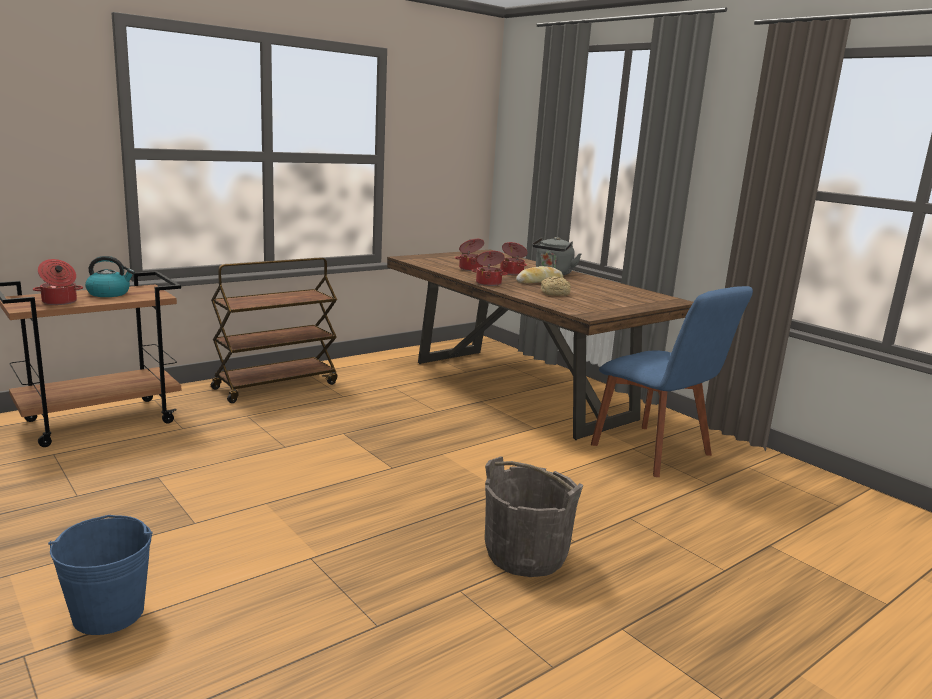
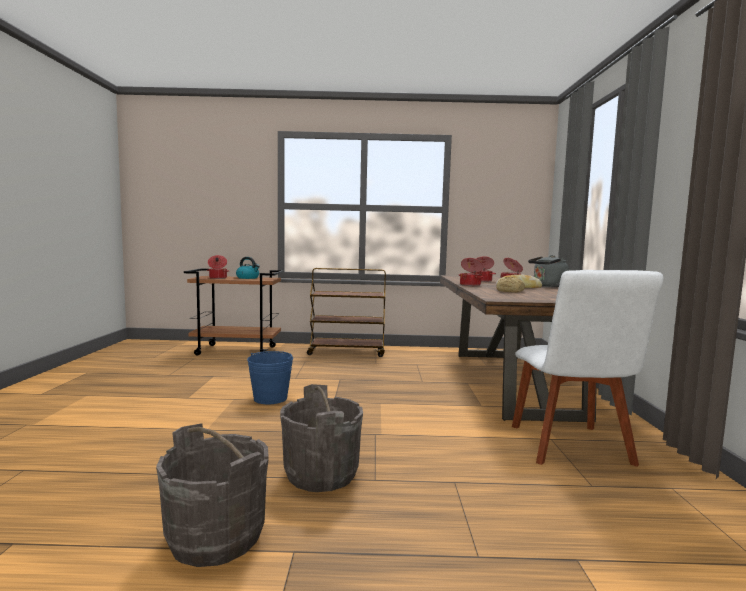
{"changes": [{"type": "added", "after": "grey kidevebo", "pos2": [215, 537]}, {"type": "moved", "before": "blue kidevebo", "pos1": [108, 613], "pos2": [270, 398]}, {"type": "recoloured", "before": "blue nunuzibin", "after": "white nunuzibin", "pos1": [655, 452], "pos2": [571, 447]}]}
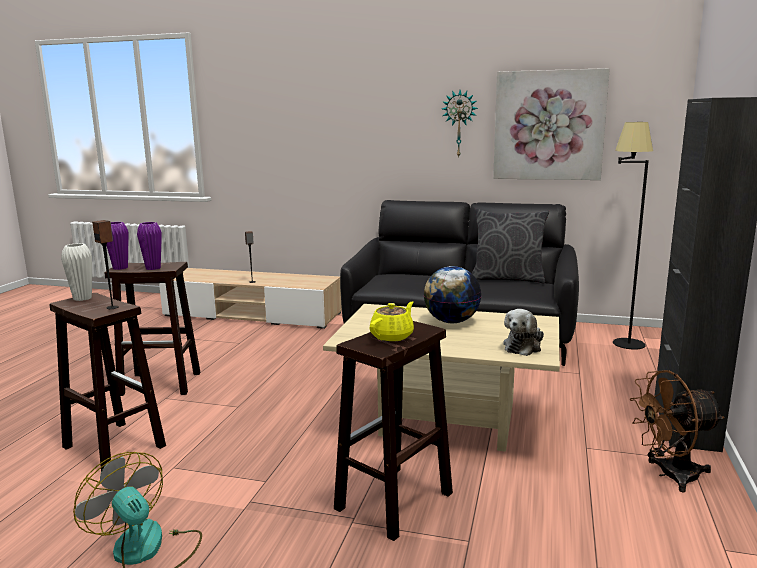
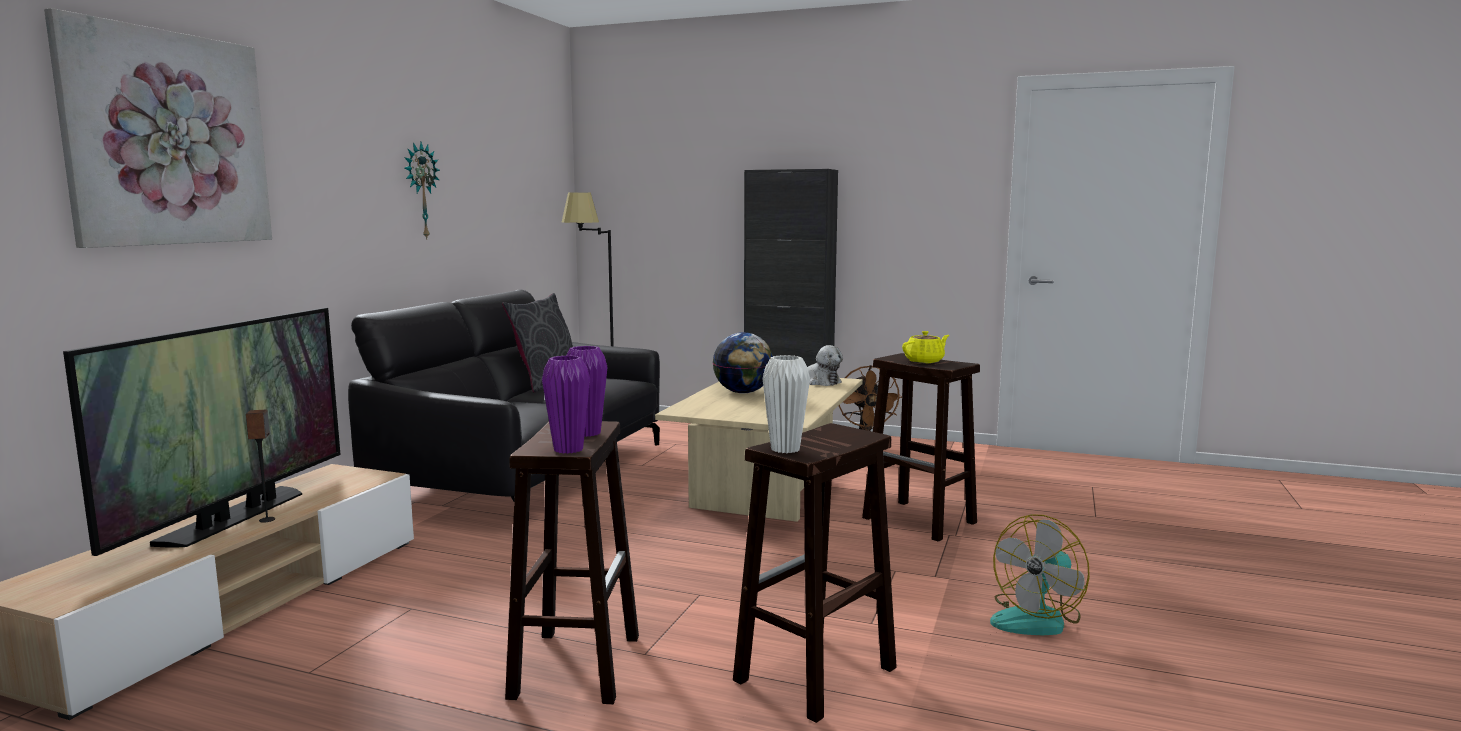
{"changes": [{"type": "removed", "before": "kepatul", "pos1": [112, 307]}, {"type": "added", "after": "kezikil", "pos2": [235, 517]}, {"type": "moved", "before": "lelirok", "pos1": [548, 125], "pos2": [168, 139]}, {"type": "turned", "before": "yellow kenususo", "pos1": [392, 336], "pos2": [925, 361], "turn": 105}]}
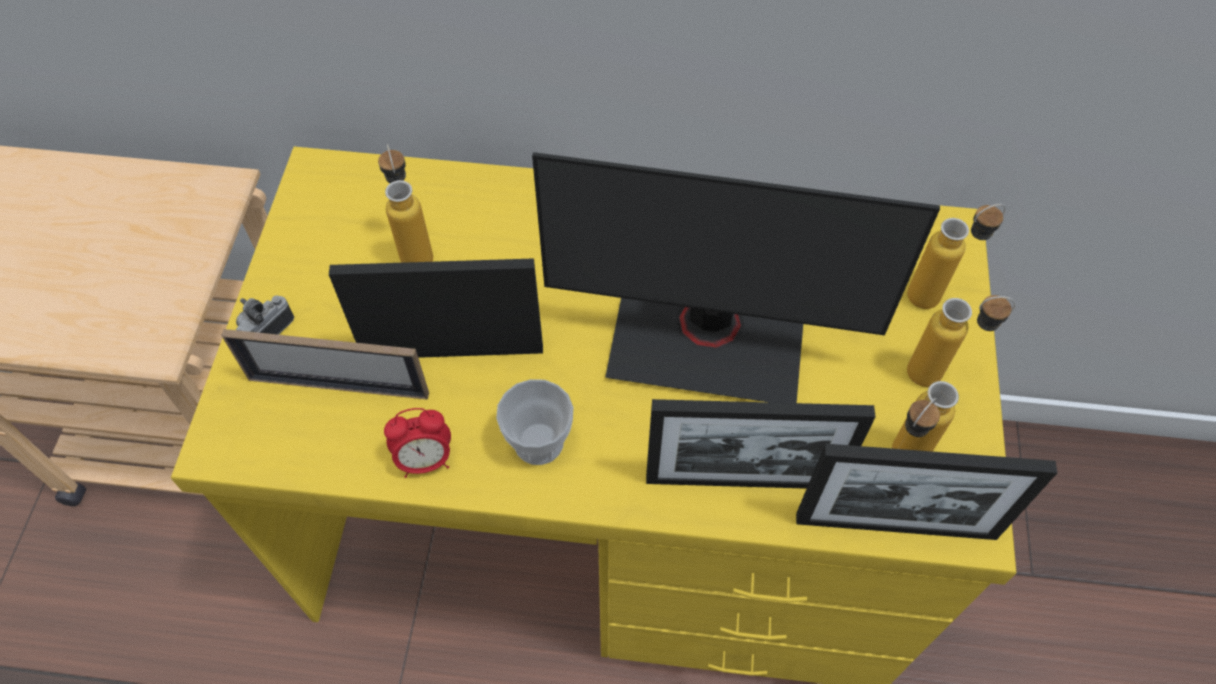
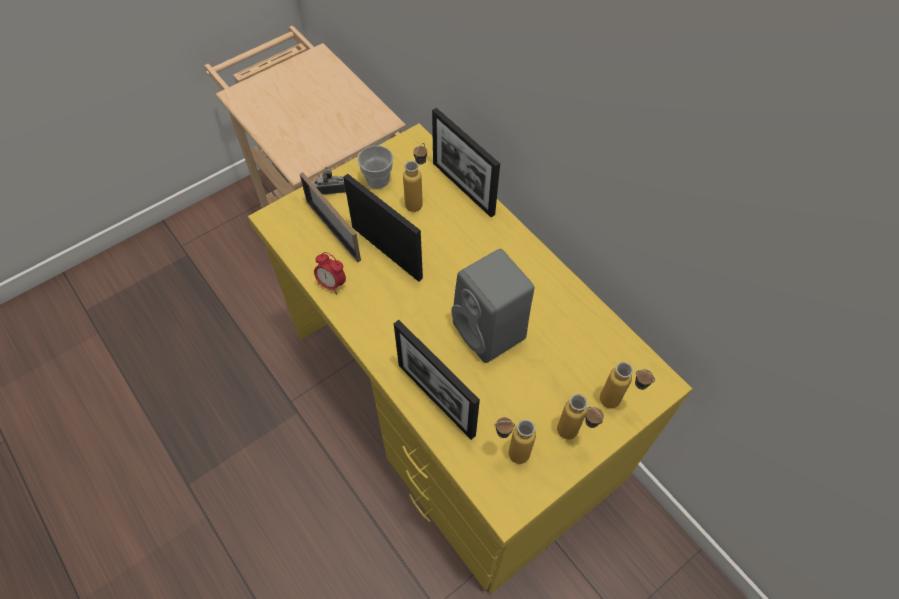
{"changes": [{"type": "moved", "before": "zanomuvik", "pos1": [538, 442], "pos2": [377, 179]}, {"type": "moved", "before": "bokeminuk", "pos1": [895, 526], "pos2": [463, 188]}, {"type": "replaced", "before": "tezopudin", "after": "grey kepatul", "pos1": [707, 337], "pos2": [491, 332]}]}
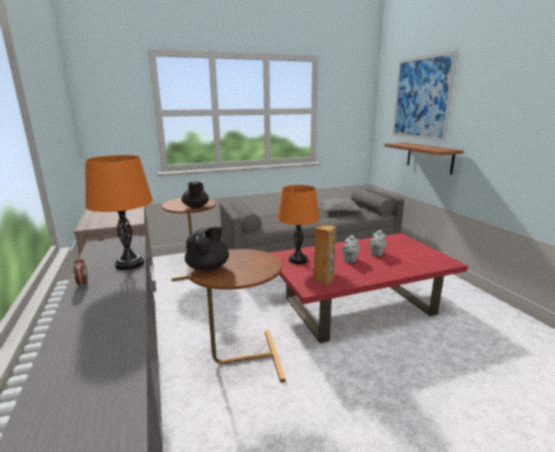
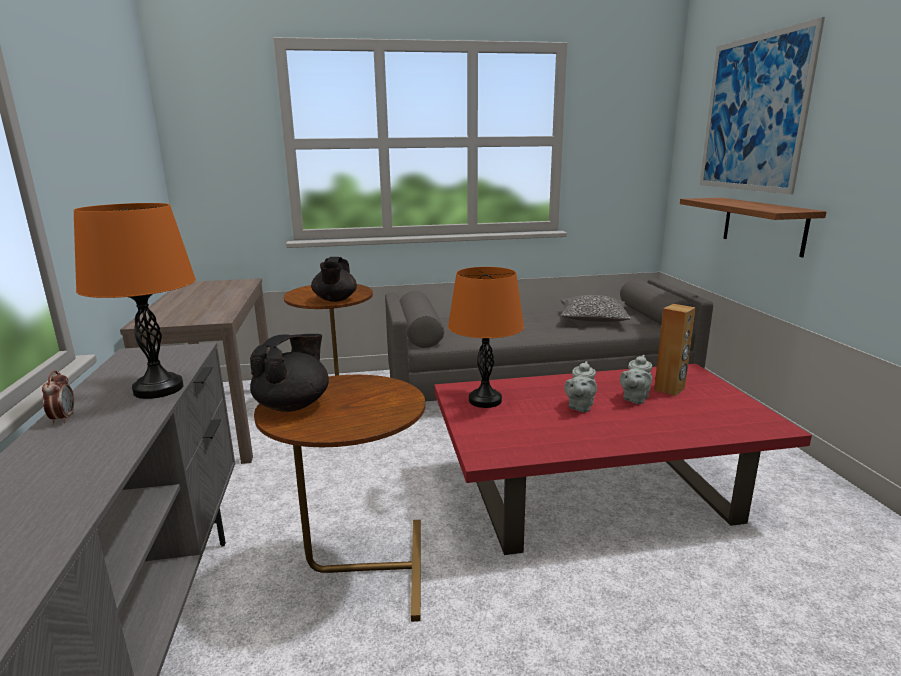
{"changes": [{"type": "moved", "before": "brown kepatul", "pos1": [324, 280], "pos2": [670, 389]}]}
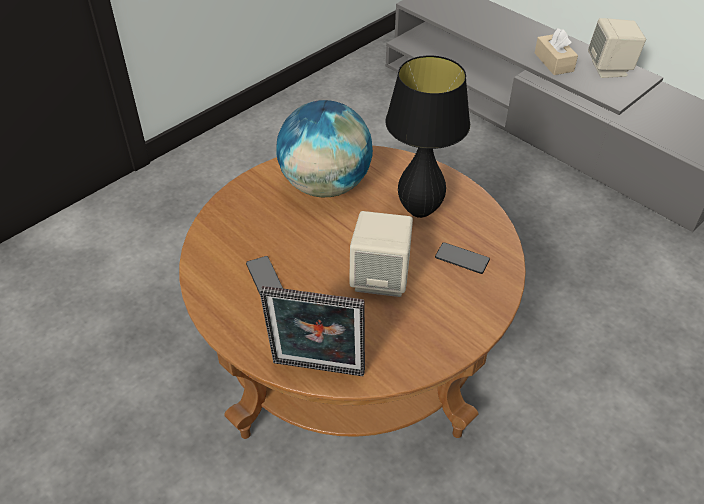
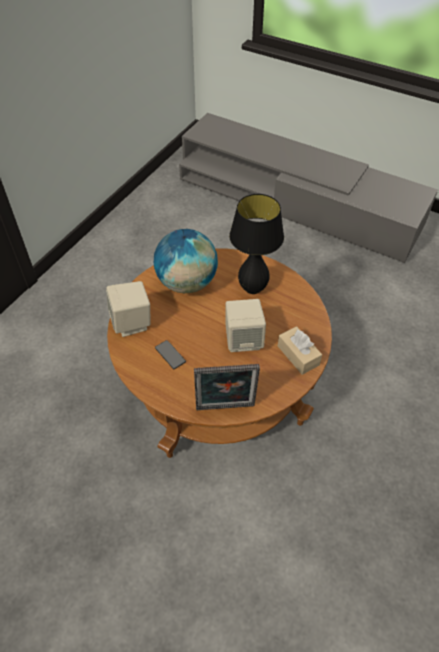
{"changes": [{"type": "removed", "before": "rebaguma", "pos1": [462, 259]}, {"type": "moved", "before": "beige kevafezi", "pos1": [554, 62], "pos2": [298, 355]}, {"type": "moved", "before": "beige kepatul", "pos1": [610, 69], "pos2": [132, 323]}]}
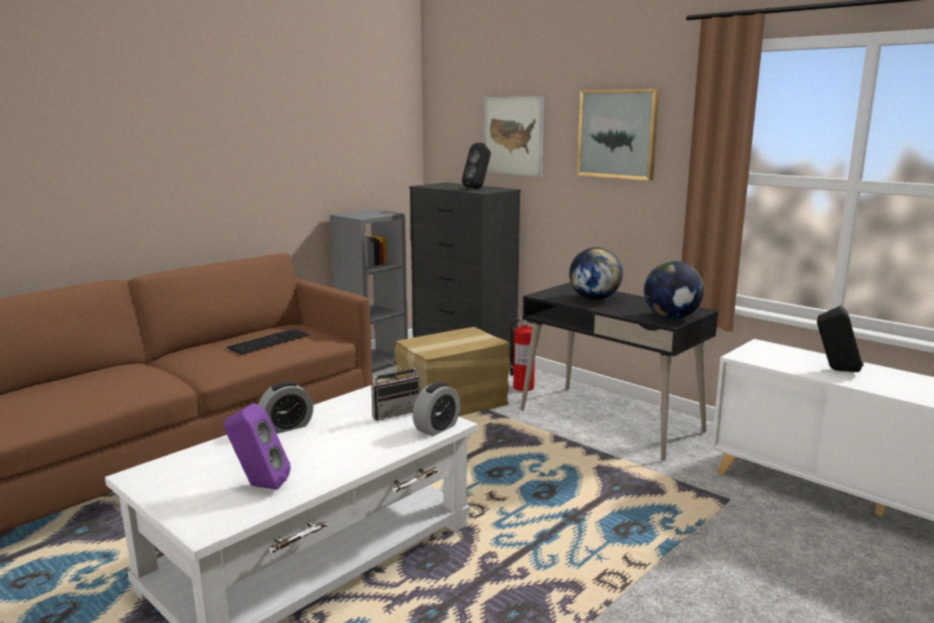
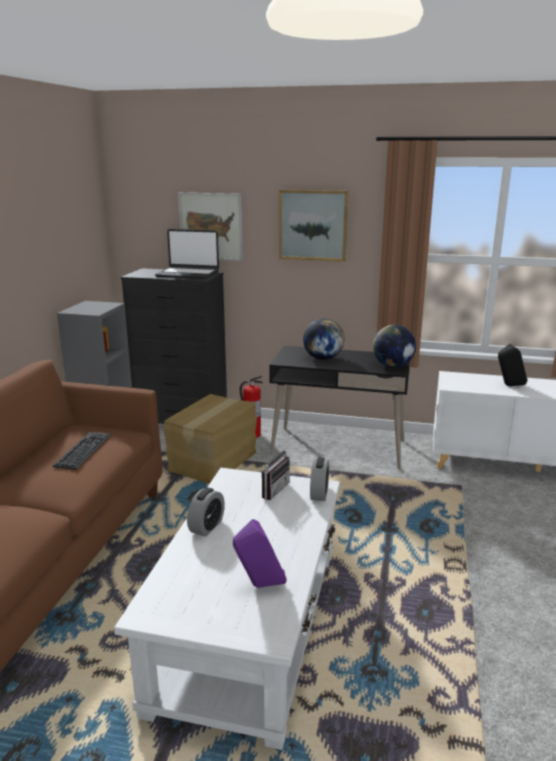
{"changes": [{"type": "replaced", "before": "black kepatul", "after": "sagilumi", "pos1": [478, 188], "pos2": [188, 274]}]}
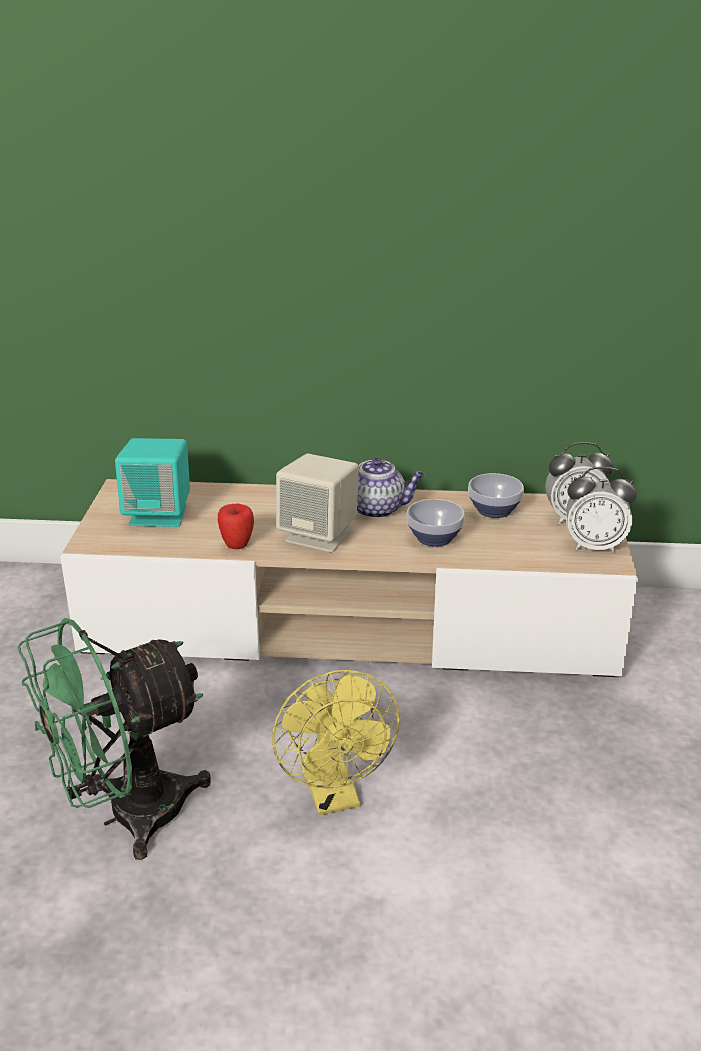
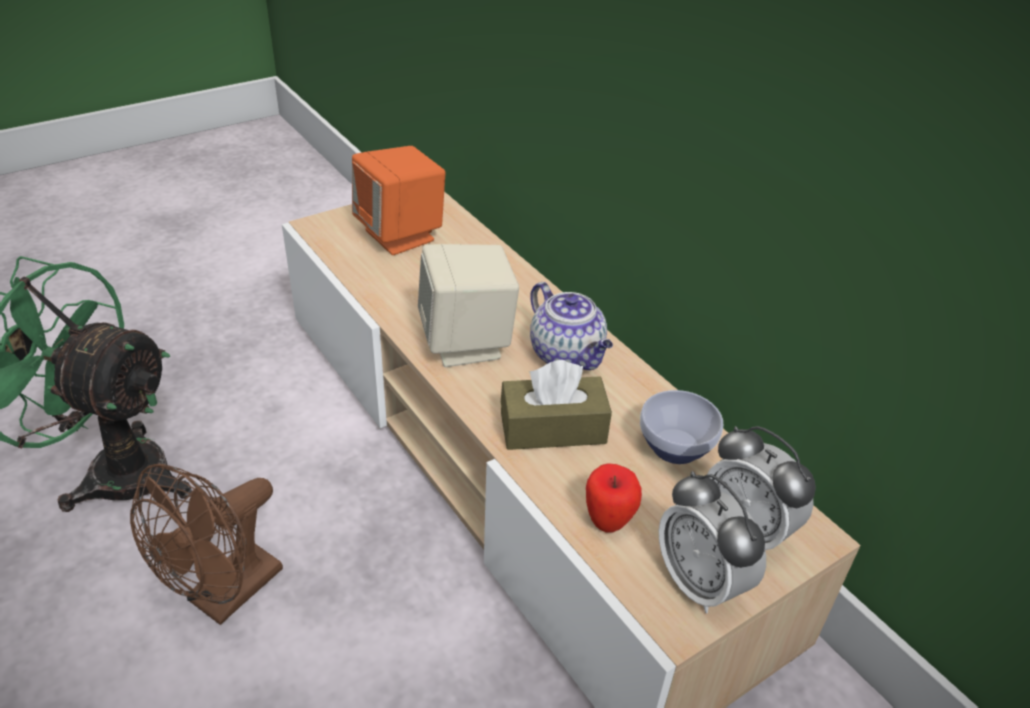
{"changes": [{"type": "moved", "before": "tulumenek", "pos1": [237, 545], "pos2": [608, 521]}, {"type": "replaced", "before": "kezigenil", "after": "brown kevafezi", "pos1": [435, 539], "pos2": [553, 428]}, {"type": "recoloured", "before": "turquoise kepatul", "after": "orange kepatul", "pos1": [159, 515], "pos2": [401, 235]}, {"type": "recoloured", "before": "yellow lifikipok", "after": "brown lifikipok", "pos1": [334, 796], "pos2": [225, 596]}]}
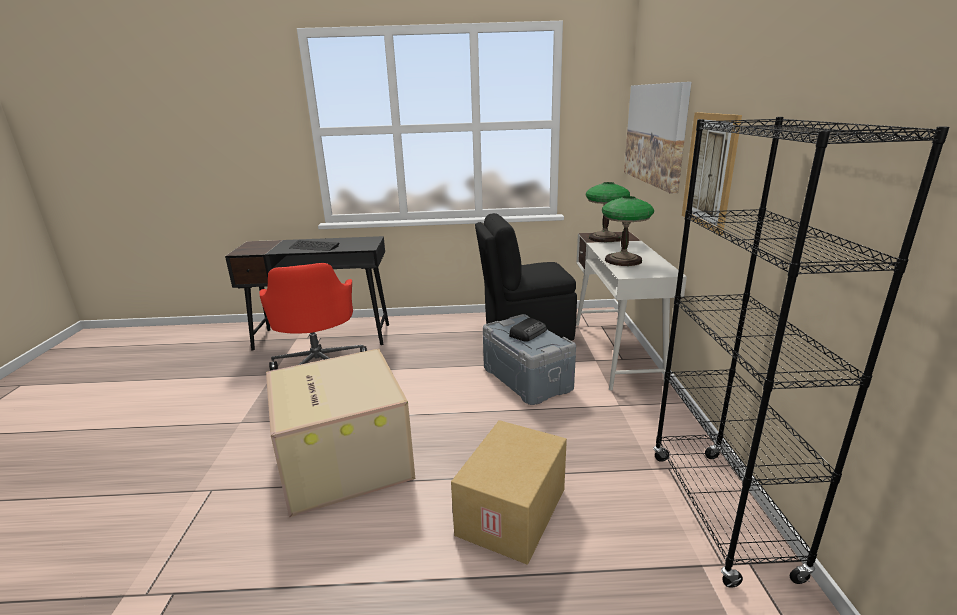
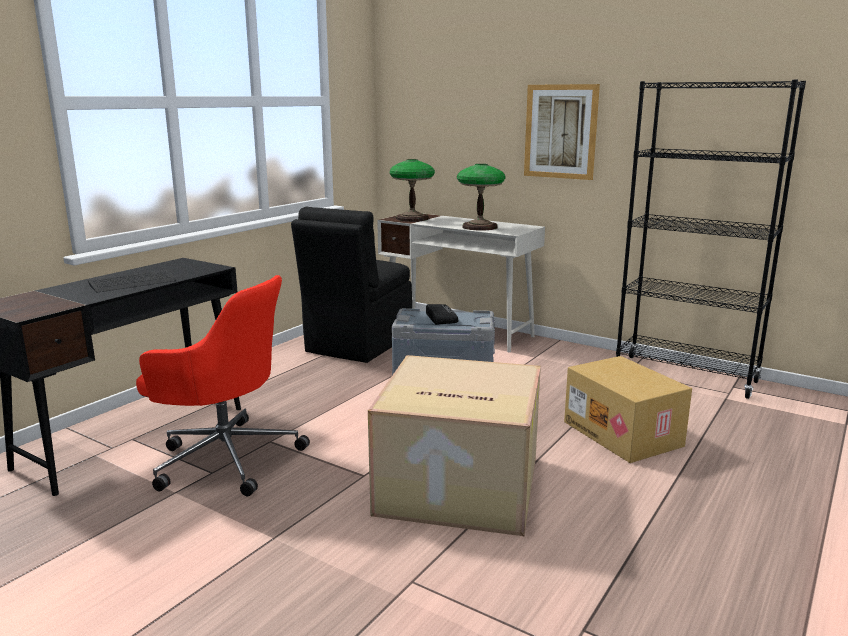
{"changes": [{"type": "removed", "before": "lelirok", "pos1": [656, 134]}]}
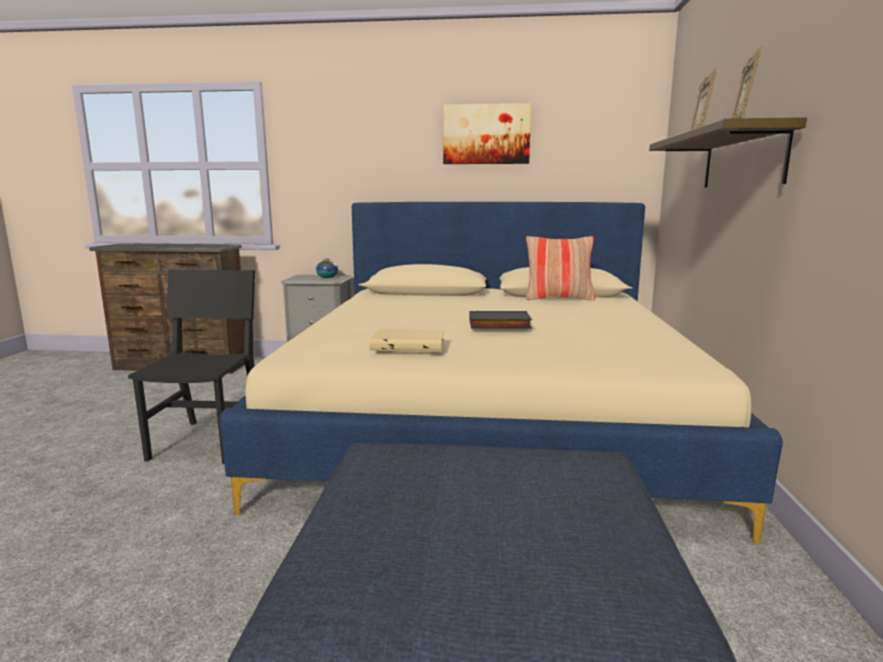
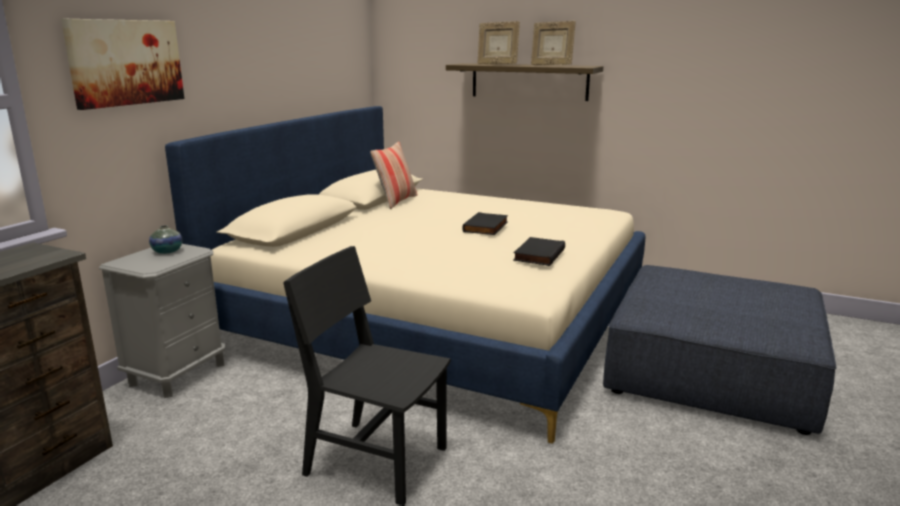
{"changes": [{"type": "moved", "before": "lelirok", "pos1": [486, 134], "pos2": [126, 62]}, {"type": "recoloured", "before": "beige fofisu", "after": "black fofisu", "pos1": [409, 344], "pos2": [538, 254]}]}
